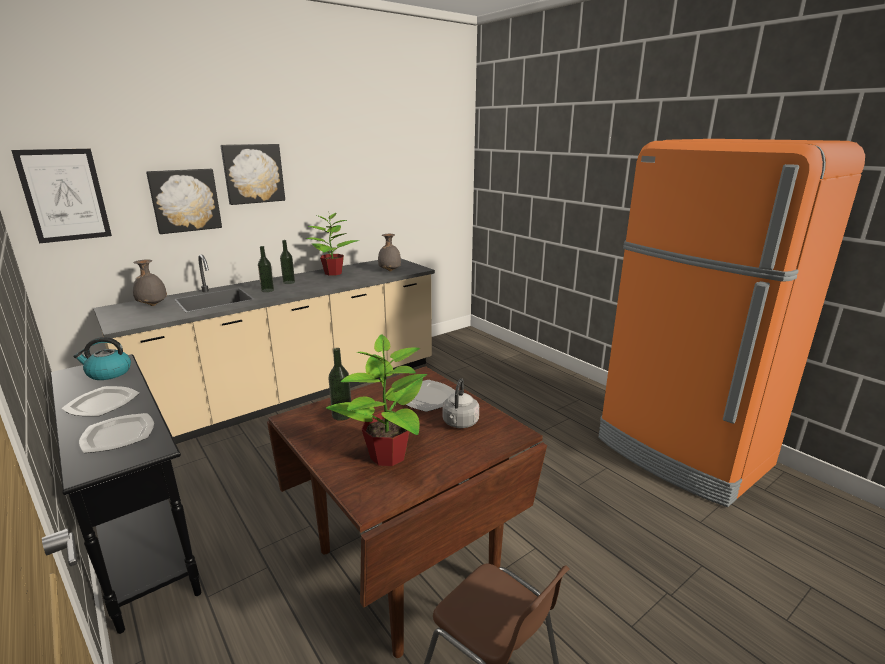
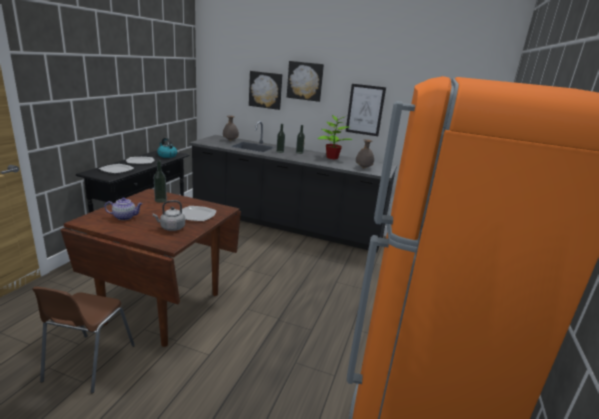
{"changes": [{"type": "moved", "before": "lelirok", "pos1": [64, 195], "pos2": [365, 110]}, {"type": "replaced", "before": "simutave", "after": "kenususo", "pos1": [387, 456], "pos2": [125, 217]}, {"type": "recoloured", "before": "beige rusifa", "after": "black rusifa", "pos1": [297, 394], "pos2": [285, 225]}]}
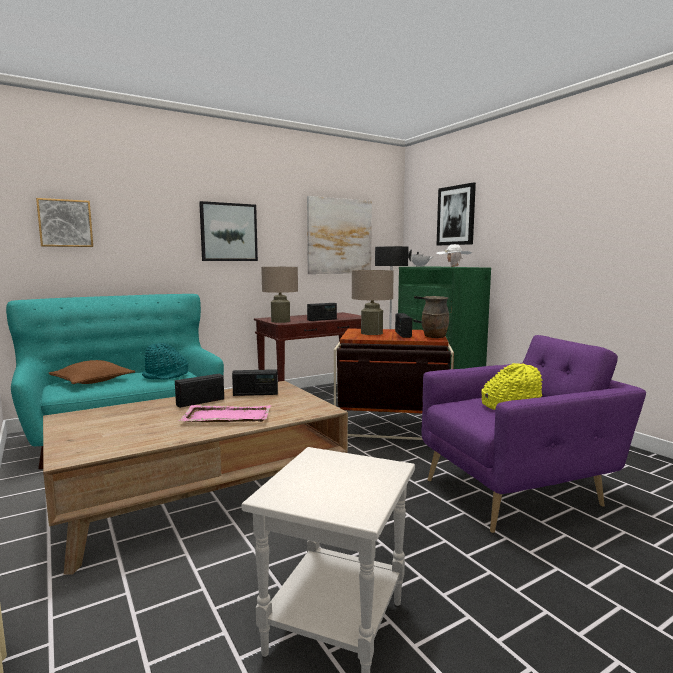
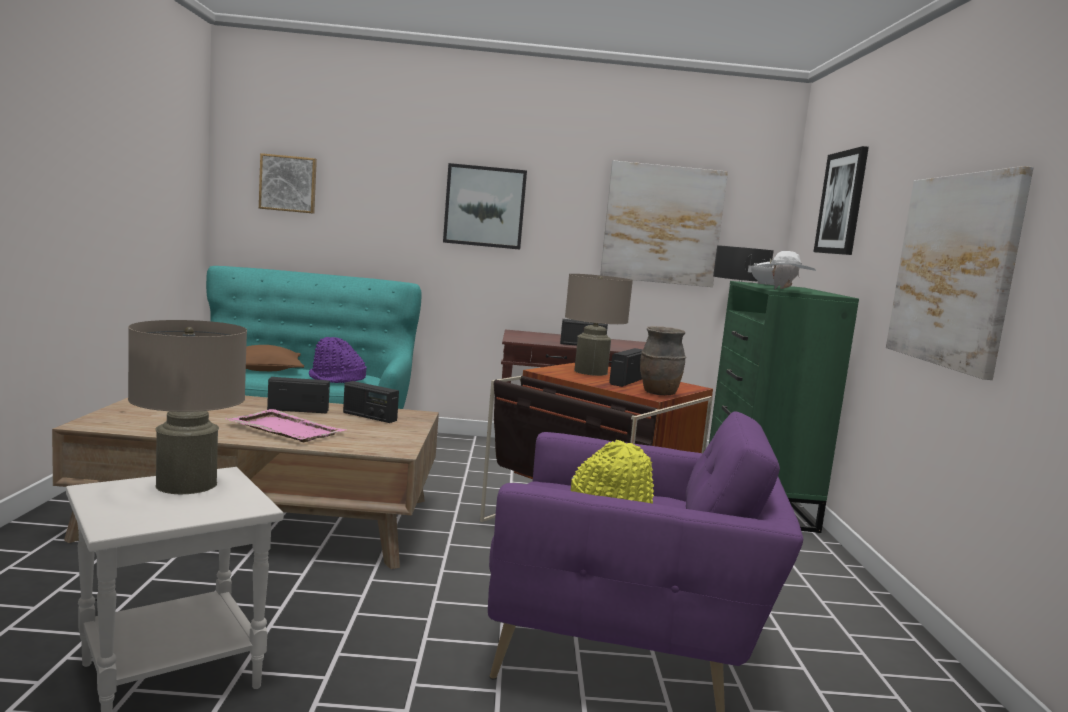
{"changes": [{"type": "added", "after": "lelirok", "pos2": [953, 270]}, {"type": "moved", "before": "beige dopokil", "pos1": [280, 321], "pos2": [186, 484]}, {"type": "recoloured", "before": "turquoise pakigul", "after": "purple pakigul", "pos1": [166, 376], "pos2": [336, 379]}]}
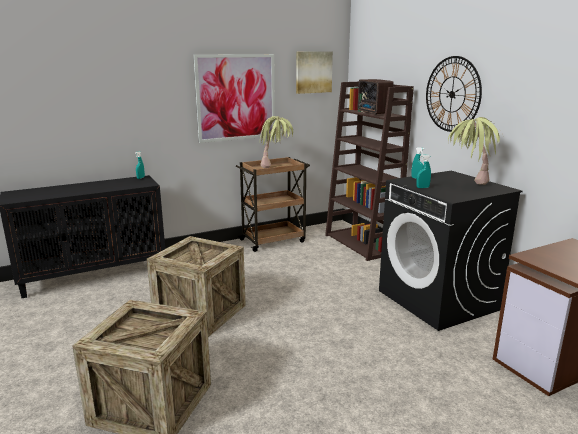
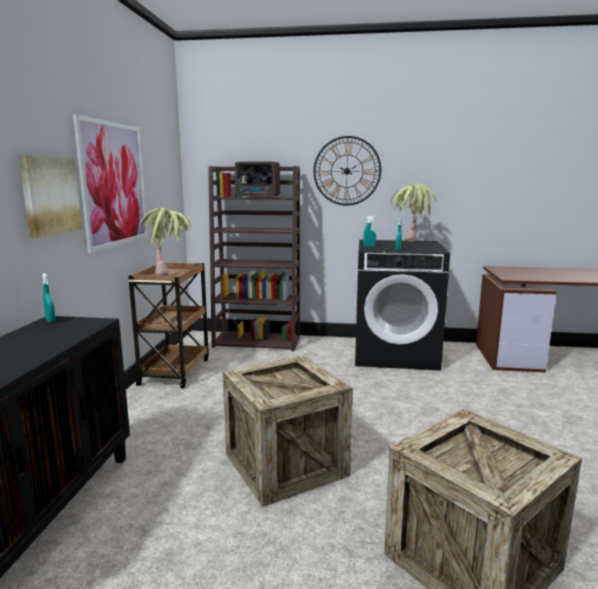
{"changes": [{"type": "moved", "before": "lelirok", "pos1": [313, 72], "pos2": [50, 195]}]}
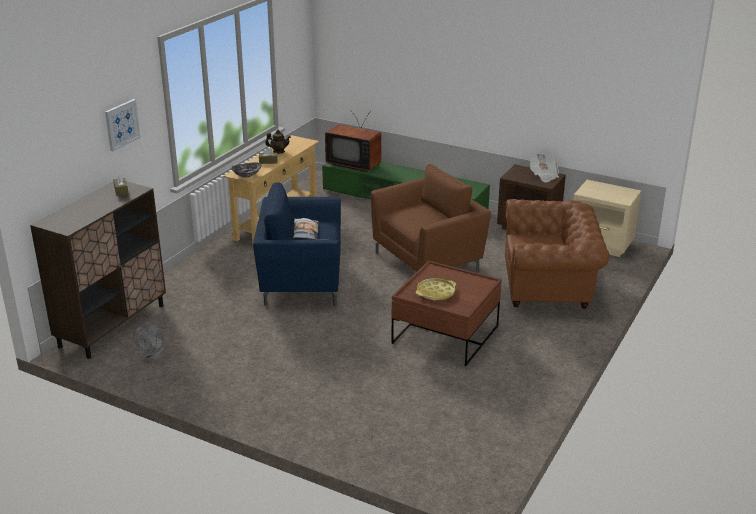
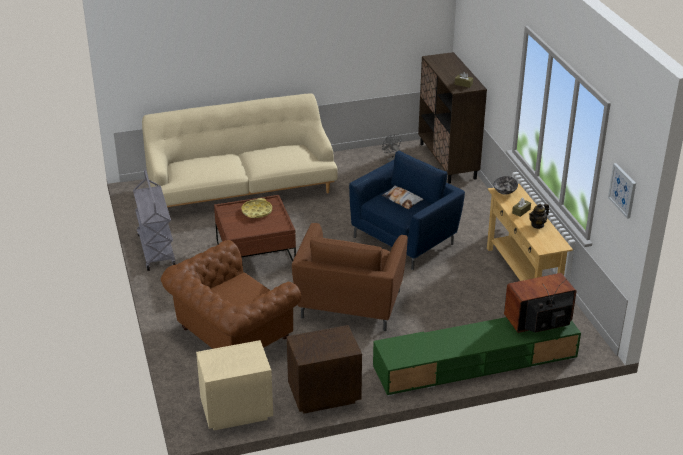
{"changes": [{"type": "removed", "before": "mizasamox", "pos1": [543, 176]}, {"type": "added", "after": "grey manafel", "pos2": [155, 249]}, {"type": "added", "after": "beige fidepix", "pos2": [241, 188]}, {"type": "moved", "before": "lelirok", "pos1": [122, 124], "pos2": [623, 190]}]}
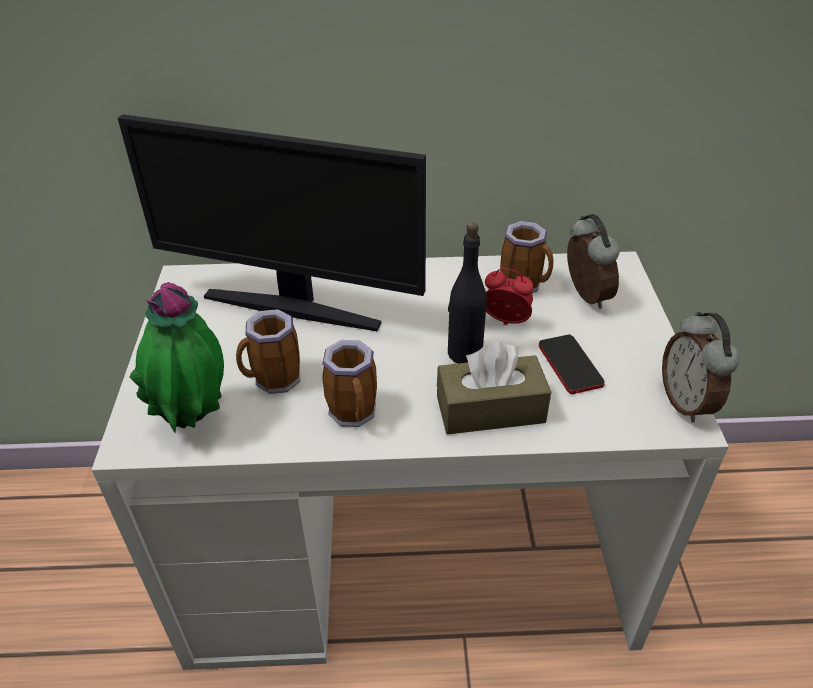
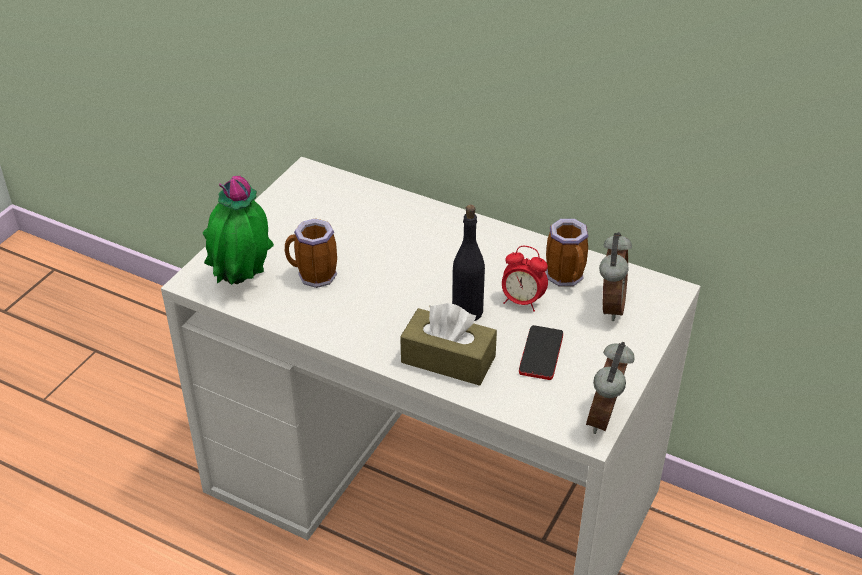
{"changes": [{"type": "removed", "before": "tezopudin", "pos1": [293, 306]}, {"type": "removed", "before": "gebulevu", "pos1": [356, 414]}, {"type": "turned", "before": "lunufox", "pos1": [506, 323], "pos2": [522, 301], "turn": 150}]}
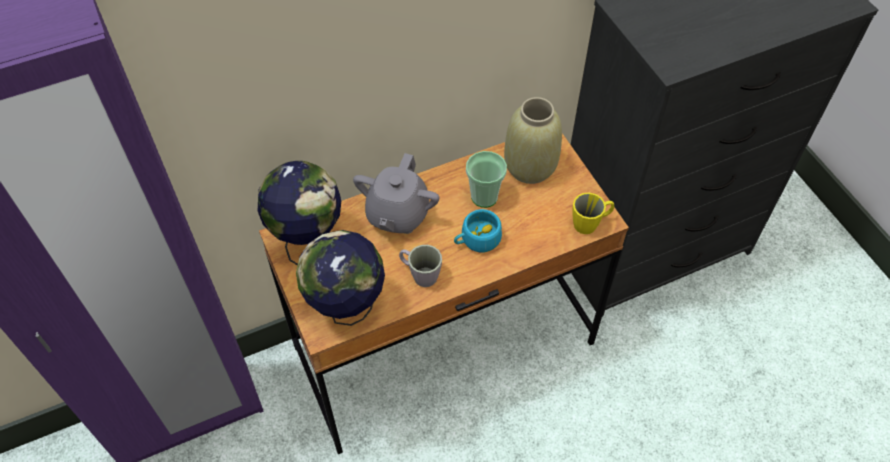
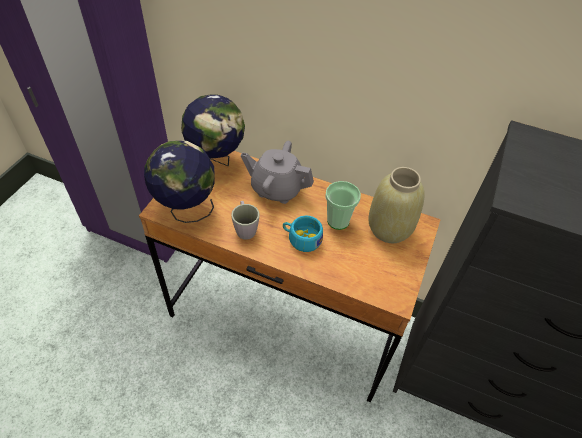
{"changes": [{"type": "removed", "before": "yellow gebulevu", "pos1": [590, 223]}, {"type": "turned", "before": "grey kenususo", "pos1": [397, 215], "pos2": [276, 189], "turn": 45}]}
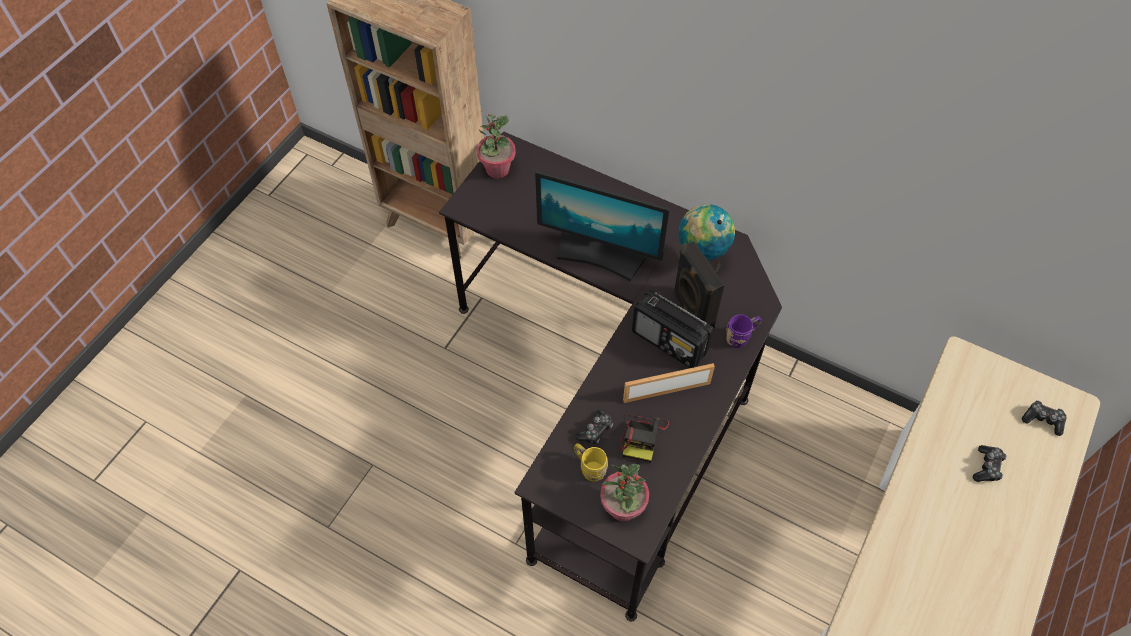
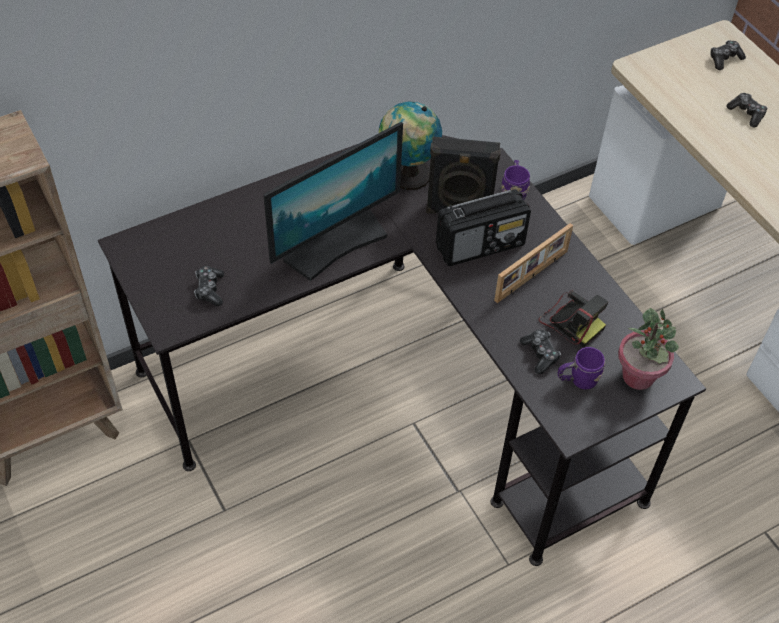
{"changes": [{"type": "removed", "before": "simutave", "pos1": [497, 169]}, {"type": "added", "after": "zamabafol", "pos2": [209, 289]}, {"type": "recoloured", "before": "yellow gebulevu", "after": "purple gebulevu", "pos1": [589, 467], "pos2": [578, 380]}, {"type": "turned", "before": "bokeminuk", "pos1": [666, 390], "pos2": [532, 276], "turn": -150}]}
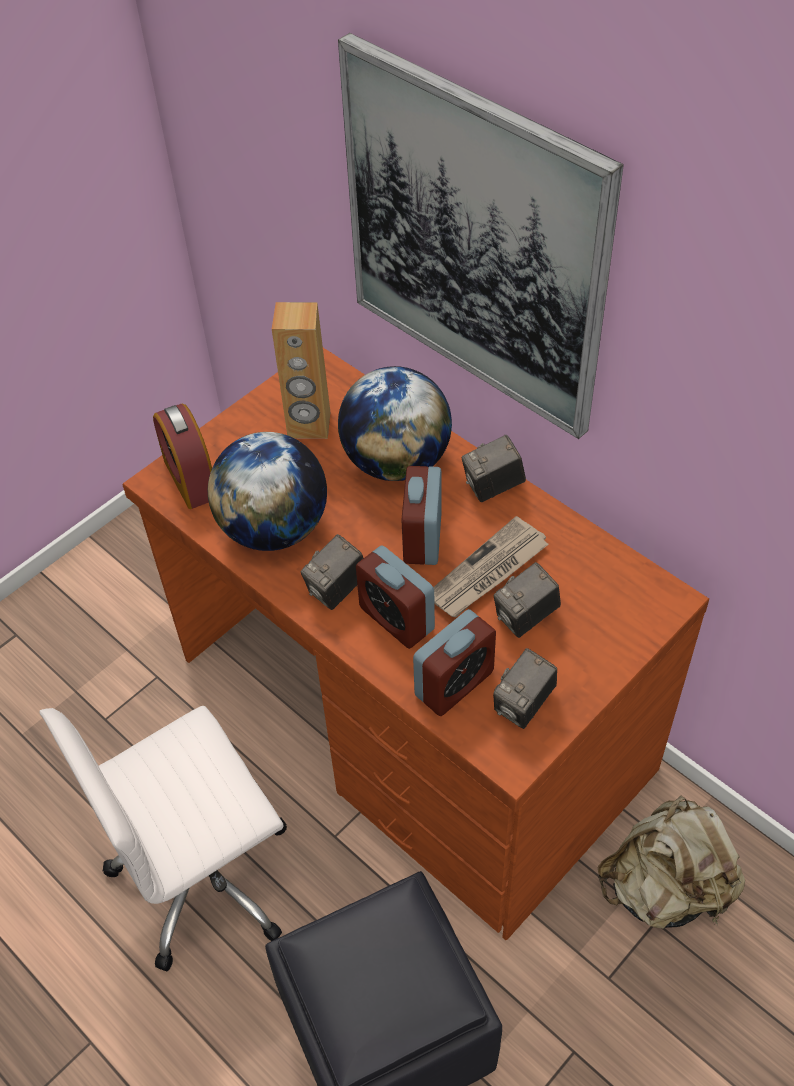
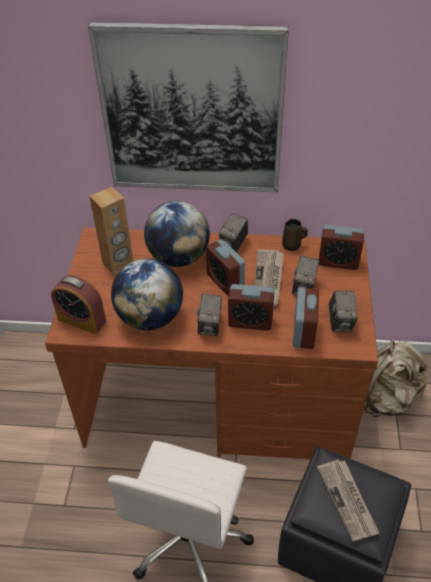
{"changes": [{"type": "added", "after": "brown gebulevu", "pos2": [292, 245]}, {"type": "added", "after": "mizasamox", "pos2": [348, 500]}, {"type": "added", "after": "lunufox", "pos2": [338, 262]}]}
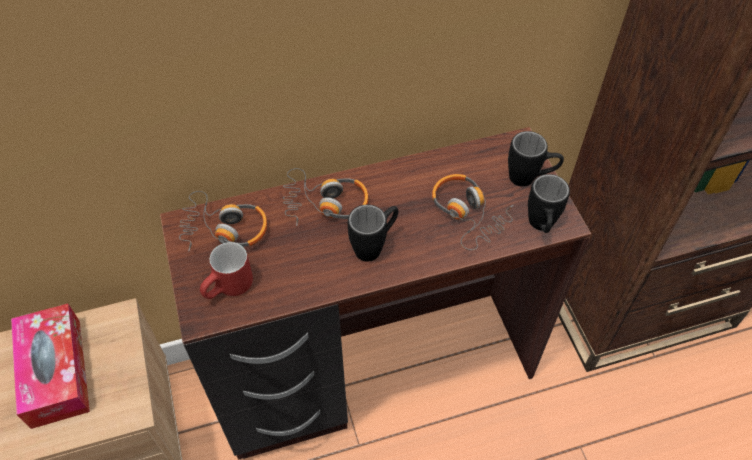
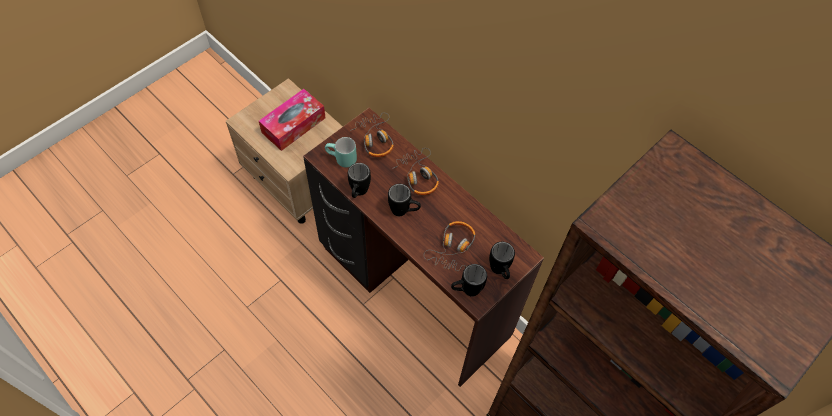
{"changes": [{"type": "added", "after": "black gebulevu", "pos2": [358, 193]}, {"type": "recoloured", "before": "red gebulevu", "after": "turquoise gebulevu", "pos1": [230, 290], "pos2": [341, 160]}]}
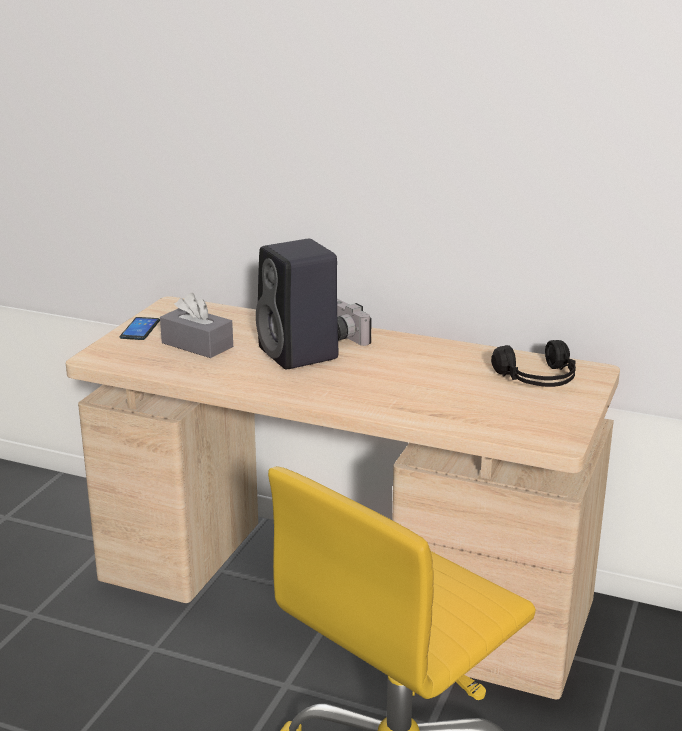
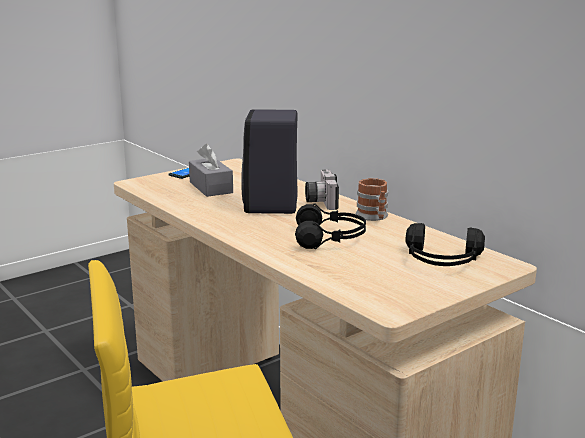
{"changes": [{"type": "added", "after": "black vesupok", "pos2": [330, 238]}, {"type": "added", "after": "gebulevu", "pos2": [373, 217]}]}
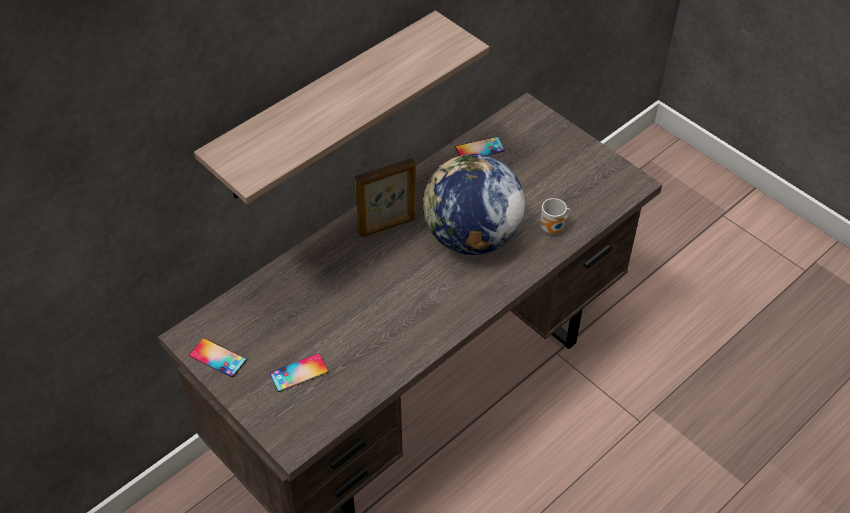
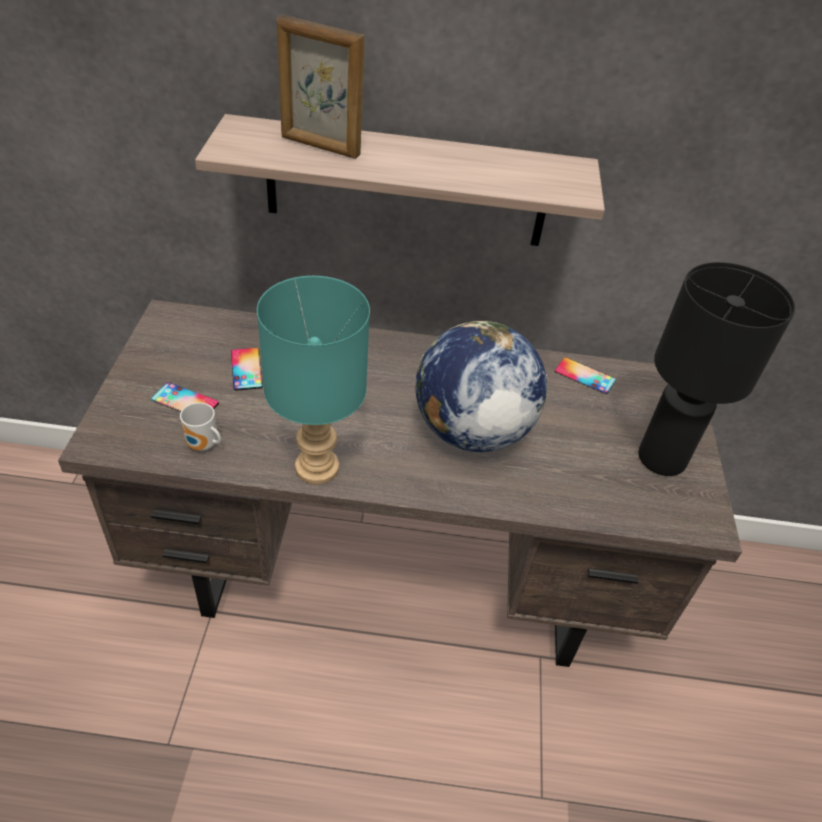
{"changes": [{"type": "added", "after": "turquoise dopokil", "pos2": [317, 466]}, {"type": "added", "after": "black dopokil", "pos2": [662, 460]}, {"type": "moved", "before": "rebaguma", "pos1": [218, 358], "pos2": [246, 369]}, {"type": "moved", "before": "bokeminuk", "pos1": [387, 226], "pos2": [320, 147]}, {"type": "moved", "before": "gebulevu", "pos1": [553, 229], "pos2": [203, 446]}]}
